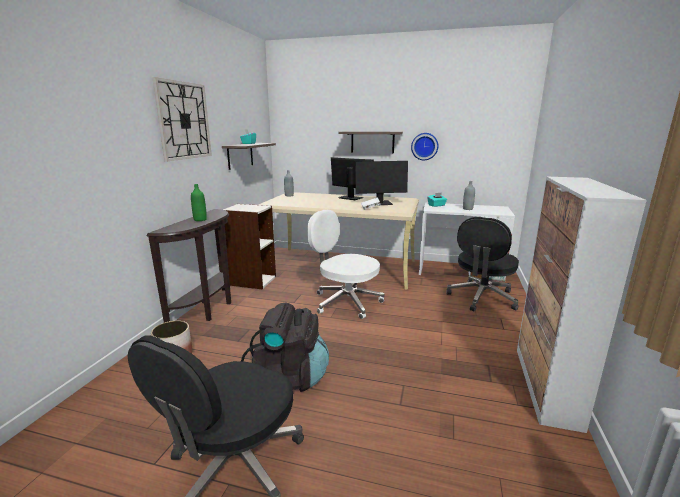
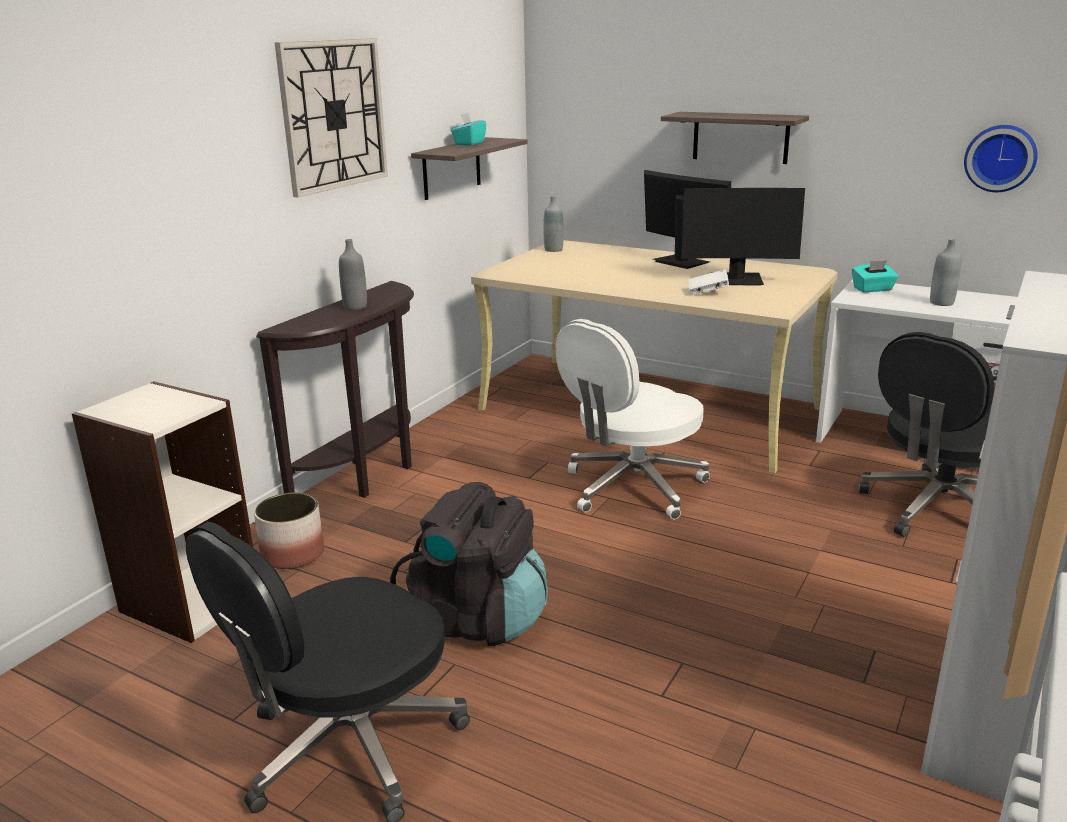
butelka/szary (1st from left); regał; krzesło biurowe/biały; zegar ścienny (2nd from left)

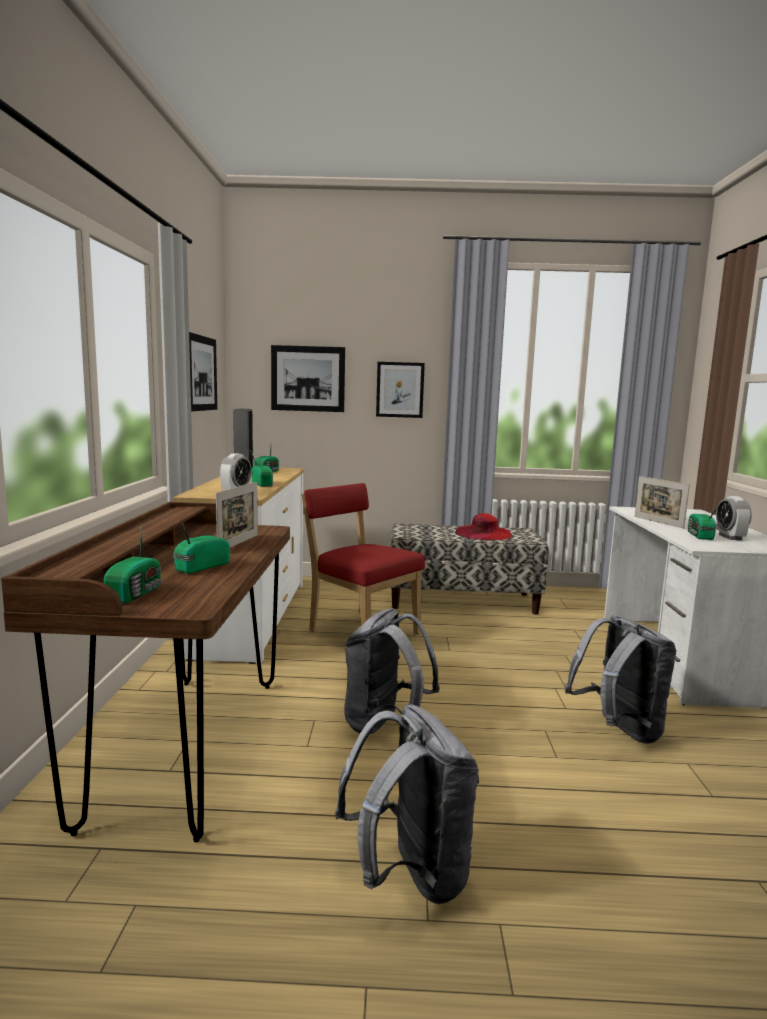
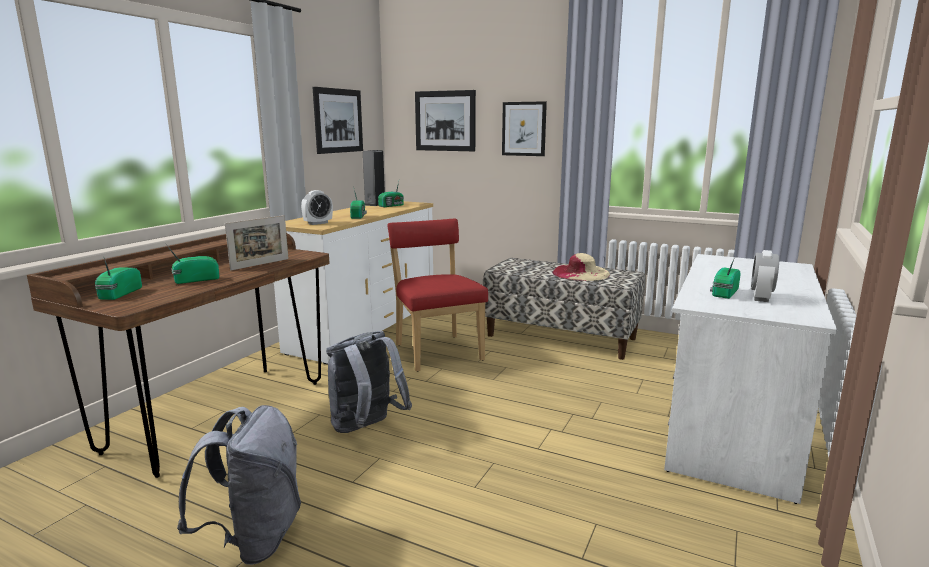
radio (1st from left); kapelusz/beżowy; plecak/szary (3rd from left in the first image); ramka na zdjęcie (2nd from left in the first image)

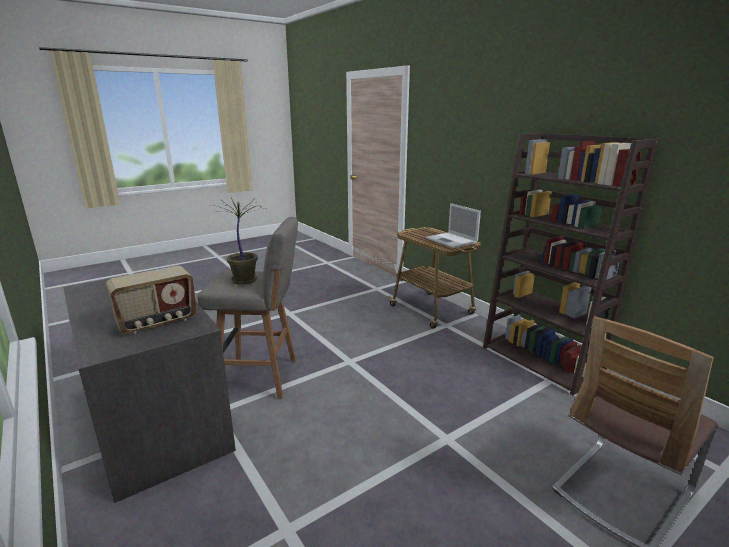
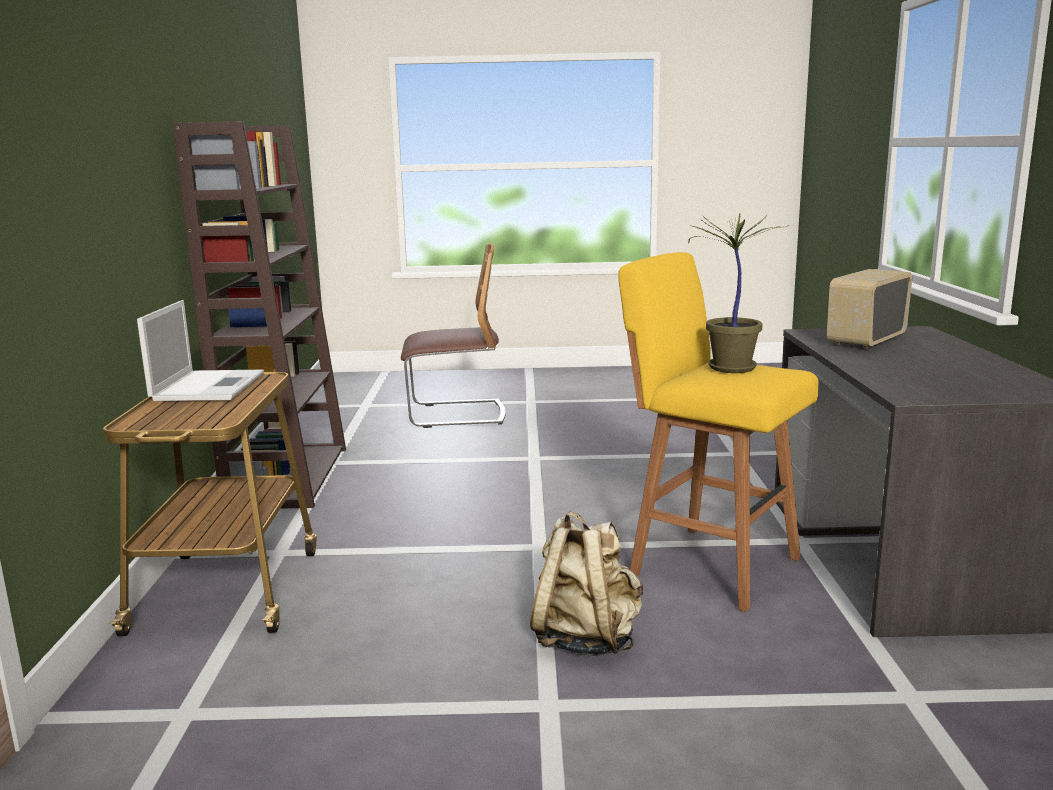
radio; stołek/żółty; plecak/beżowy

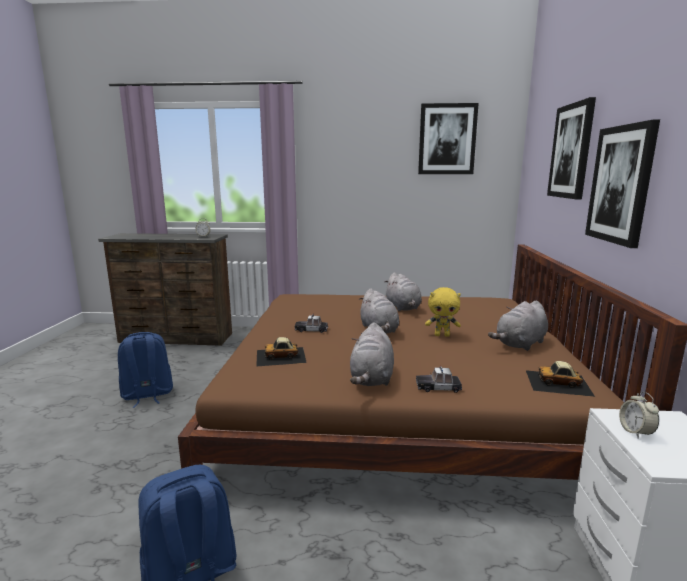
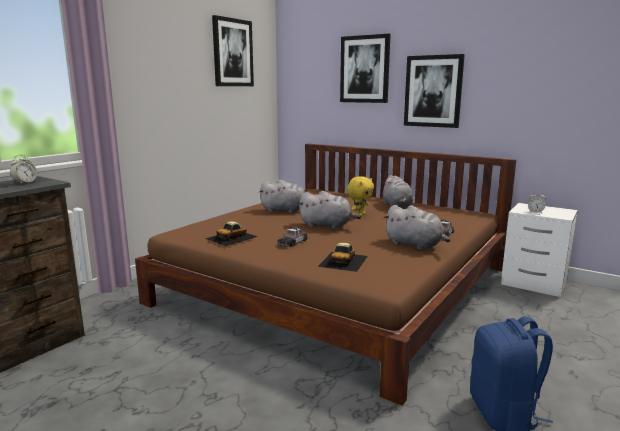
plecak/niebieski (1st from left in the first image); samochodzik (1st from left)

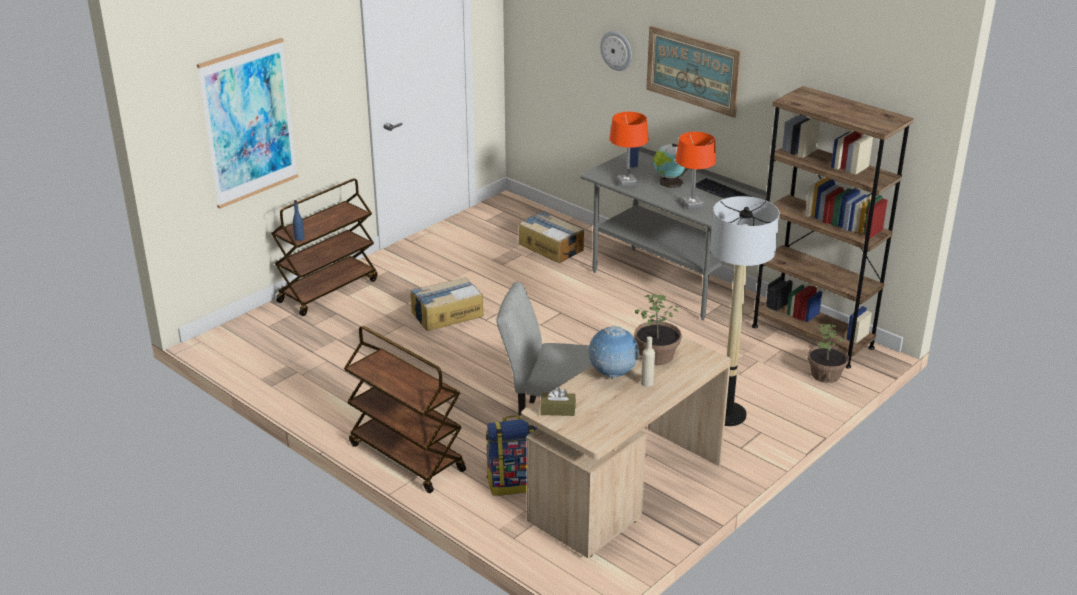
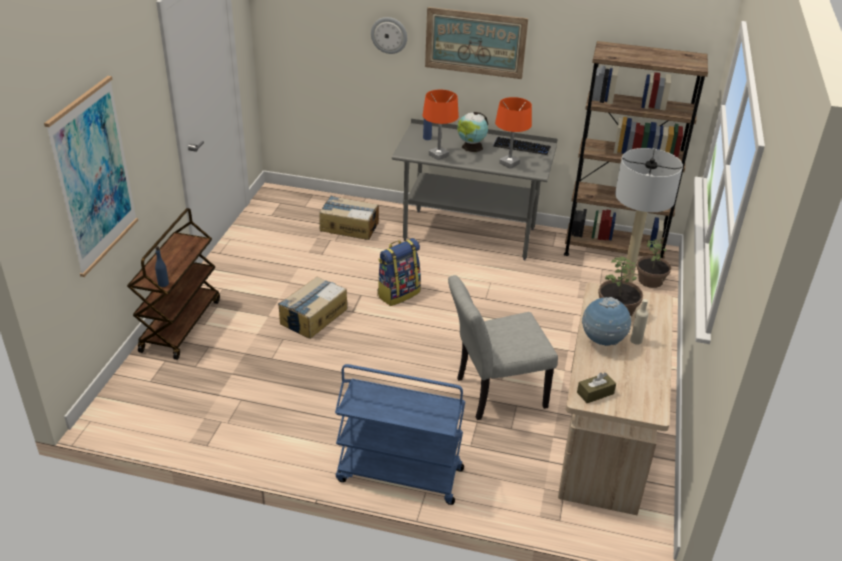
wózek/niebieski; plecak

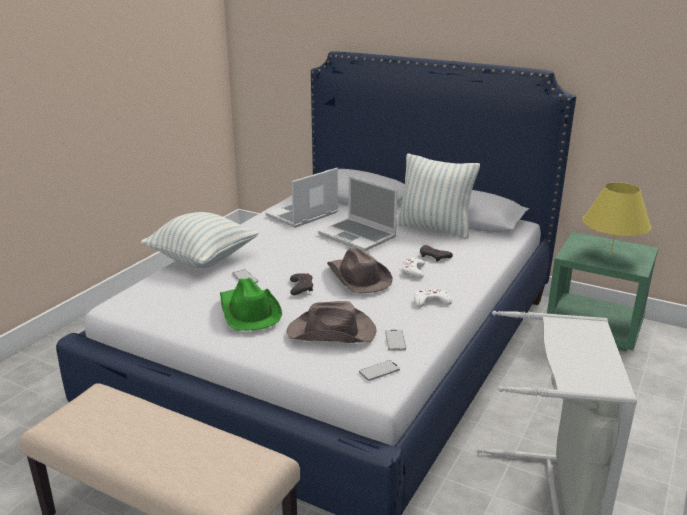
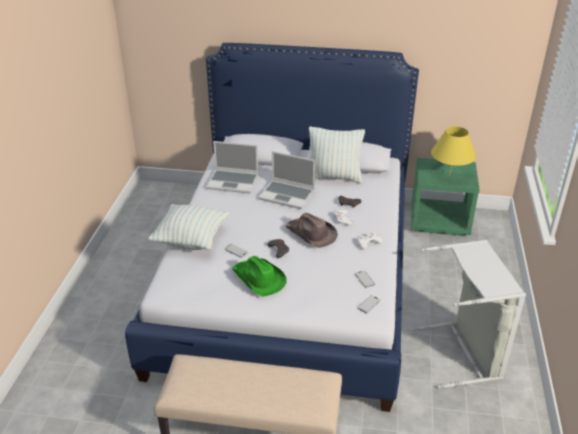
laptop (1st from left); kapelusz/brązowy (1st from left in the first image)

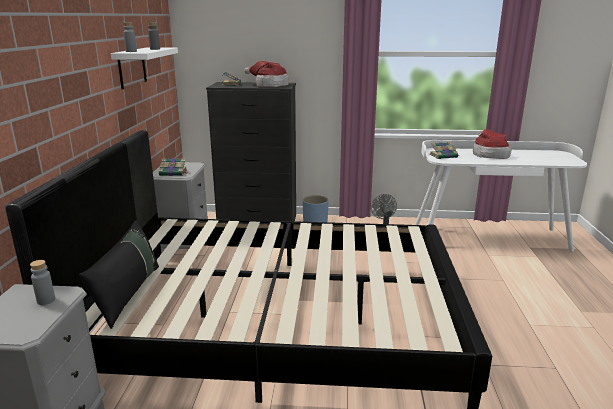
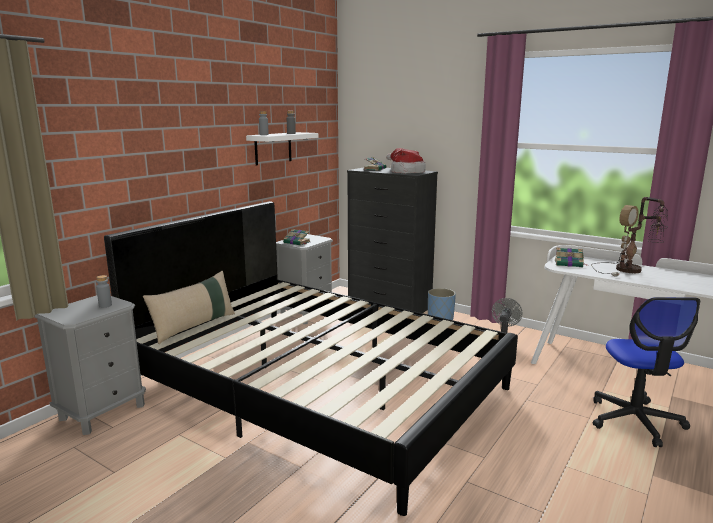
poduszka/beżowy; lampa stołowa; krzesło biurowe

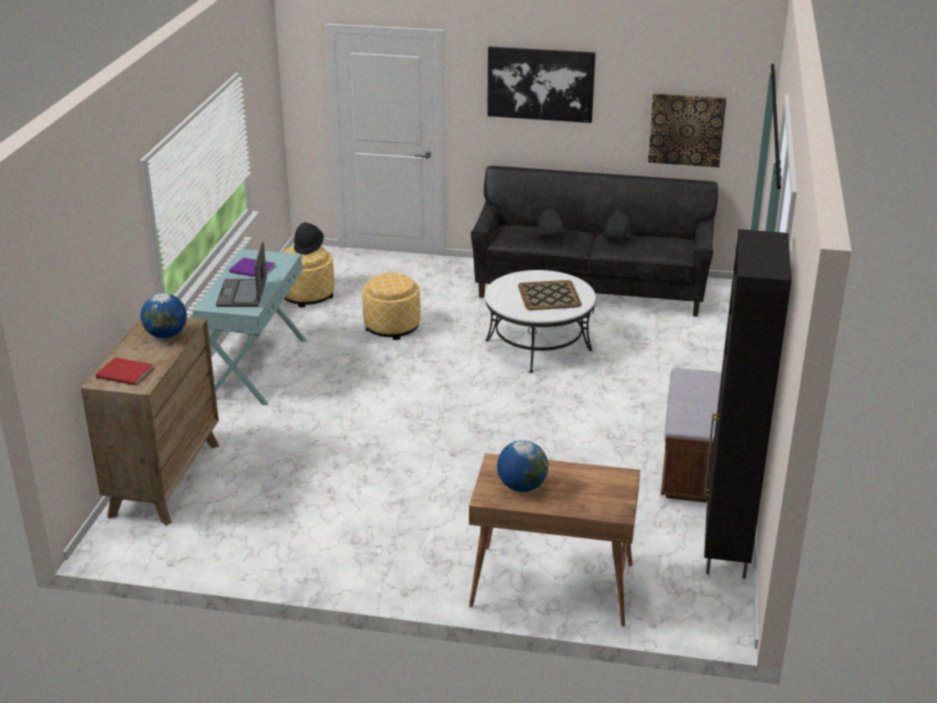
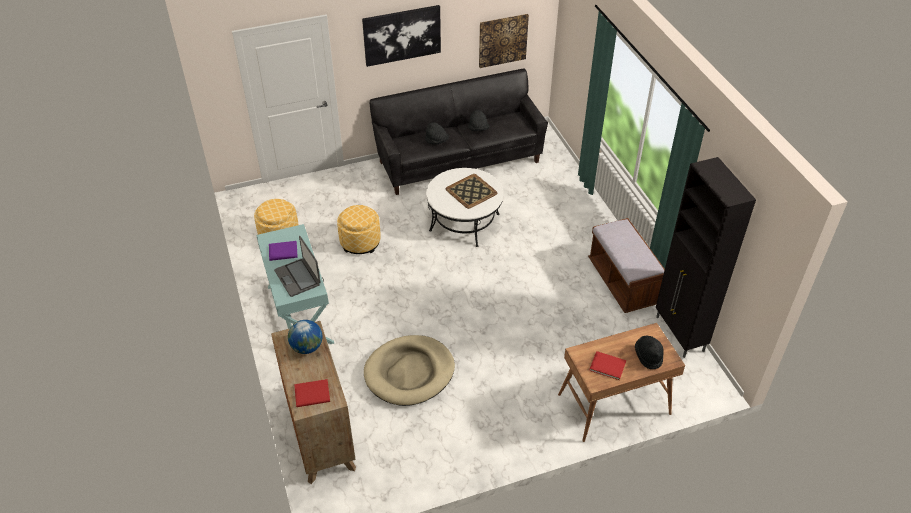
kapelusz/czarny (3rd from left); książka/czerwony (2nd from left); legowisko/beżowy

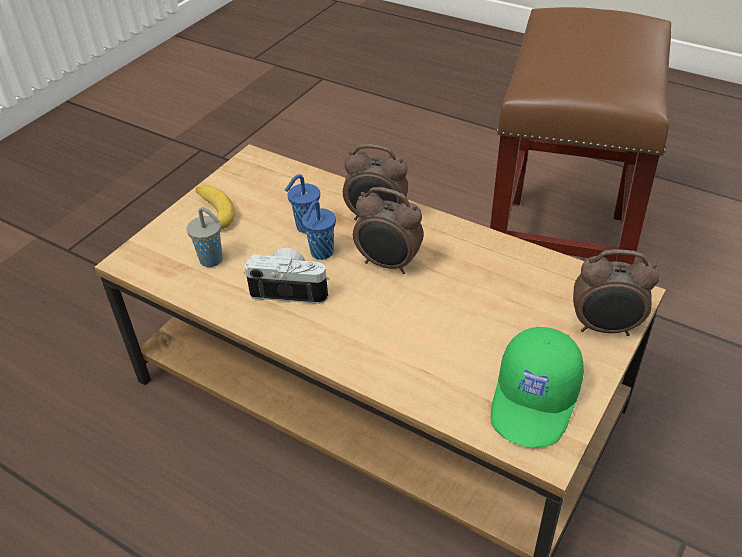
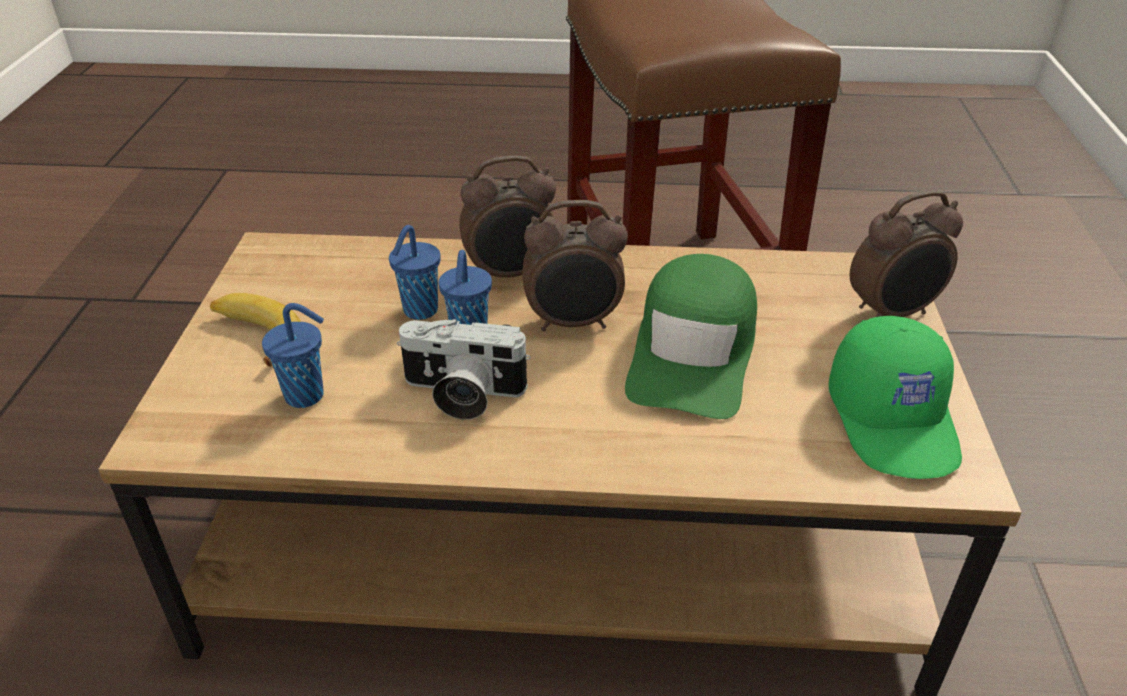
filiżanka/niebieski (1st from left); aparat fotograficzny; czapka z daszkiem/zielony (1st from left)

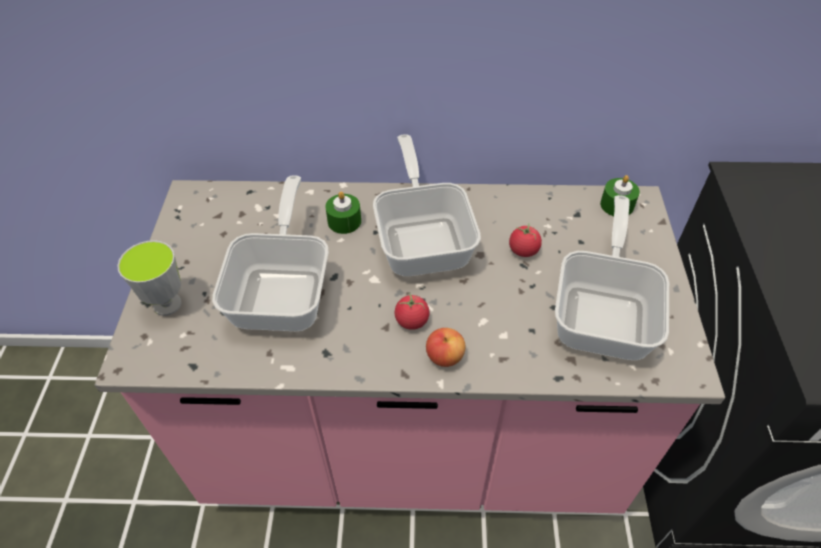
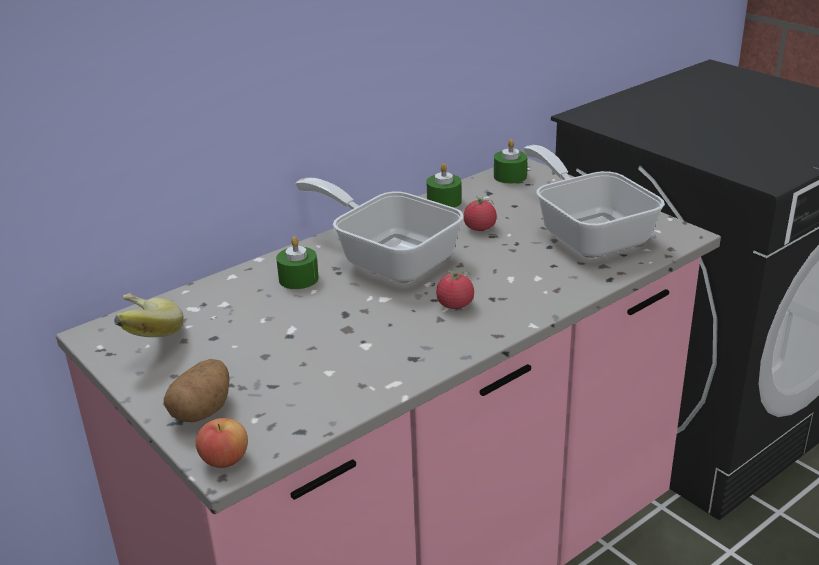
ziemniak; patelnia (1st from left in the first image); jabłko; banan; świeca/zielony (2nd from left)

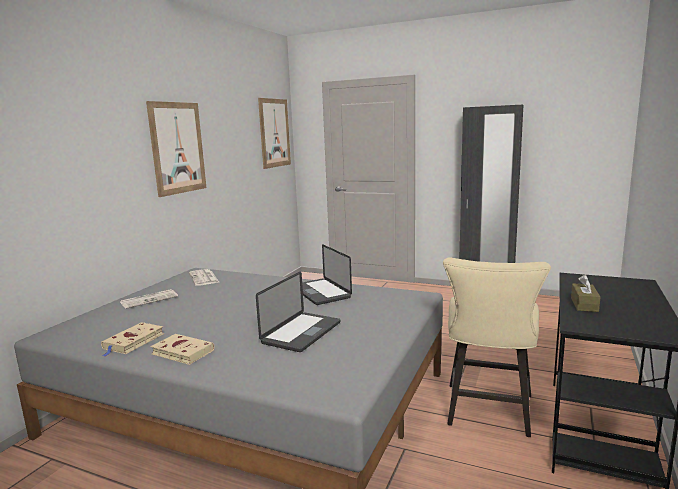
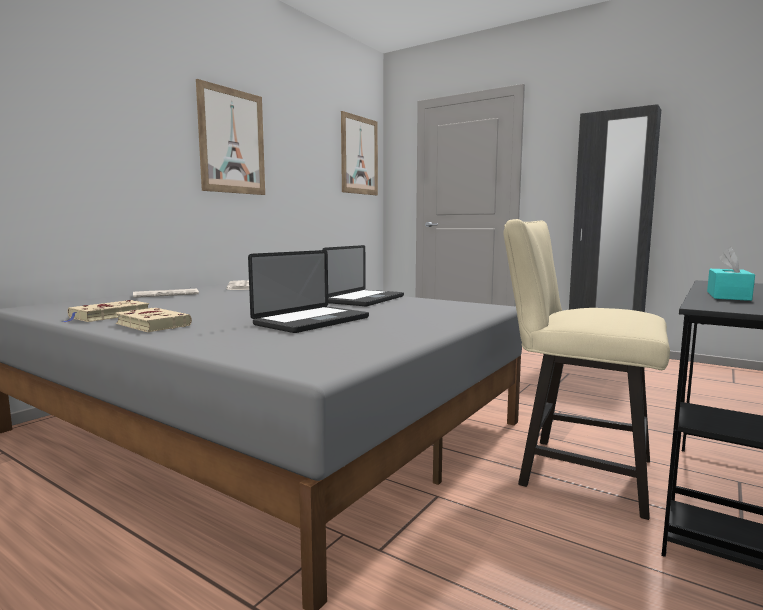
laptop (2nd from left); krzesło/beżowy; pudełko chusteczek/turkusowy

